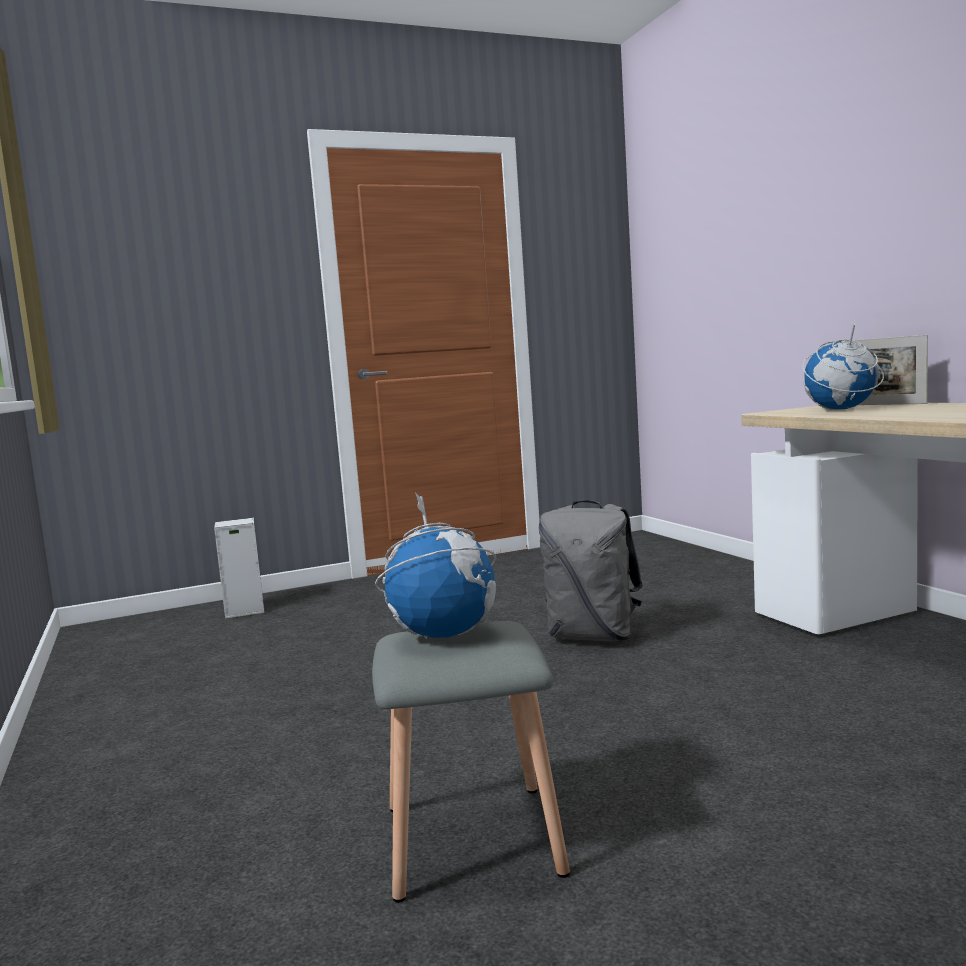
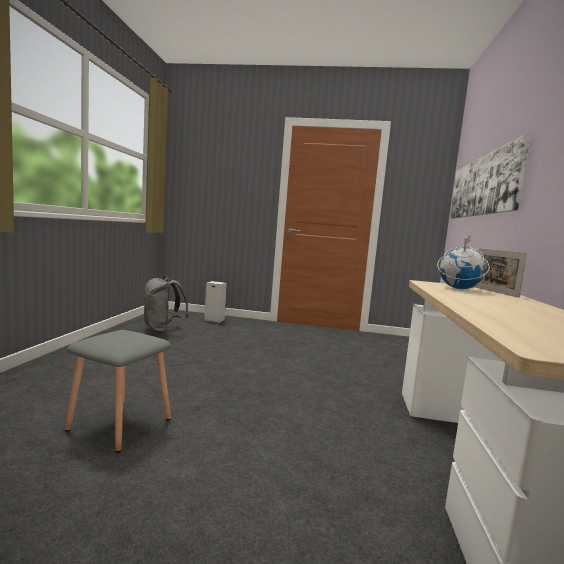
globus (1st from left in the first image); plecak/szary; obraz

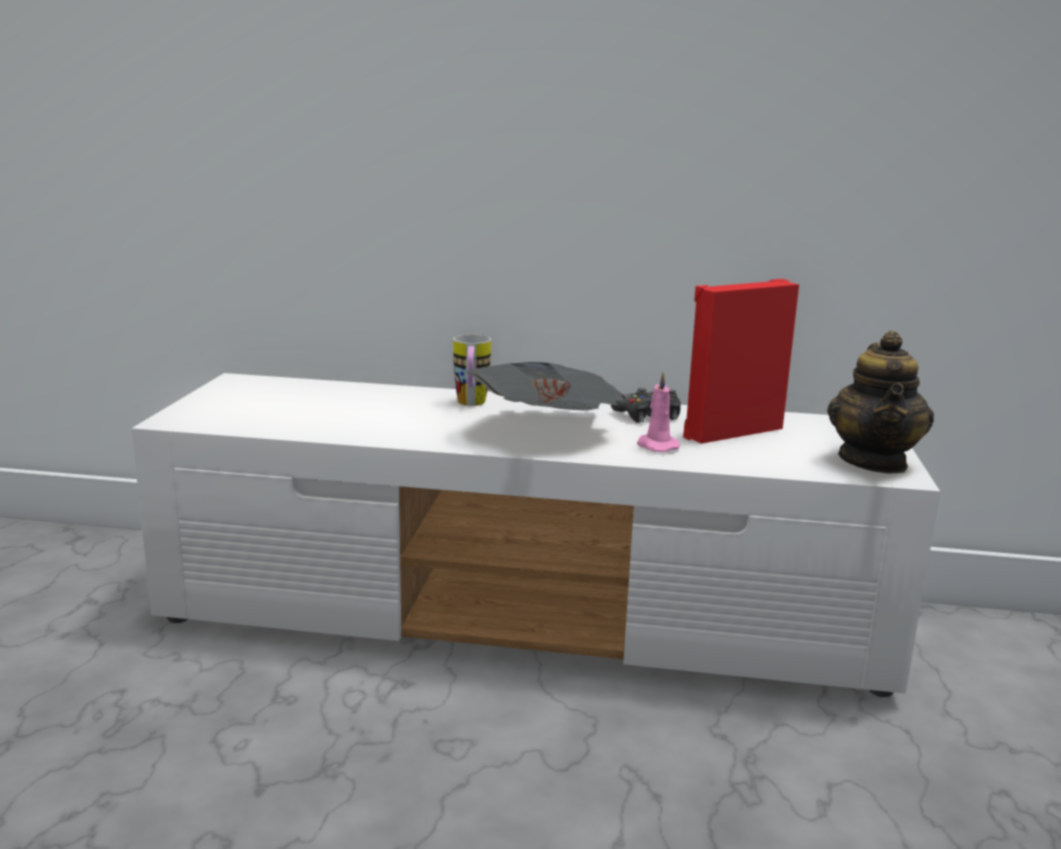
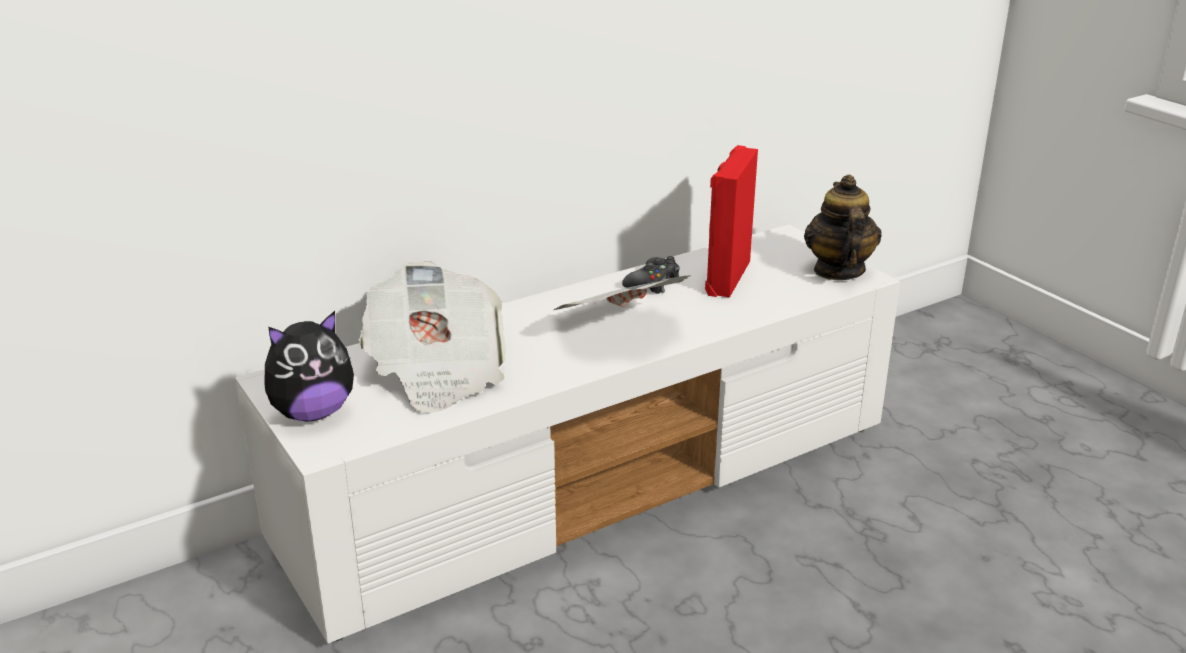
kubek; świeca/różowy; imbryk; pluszak; gazeta (1st from left)

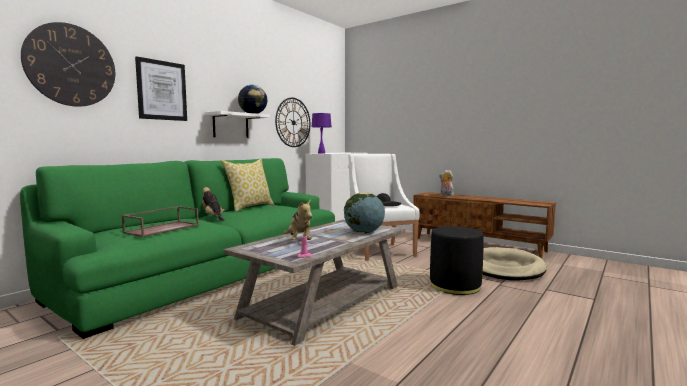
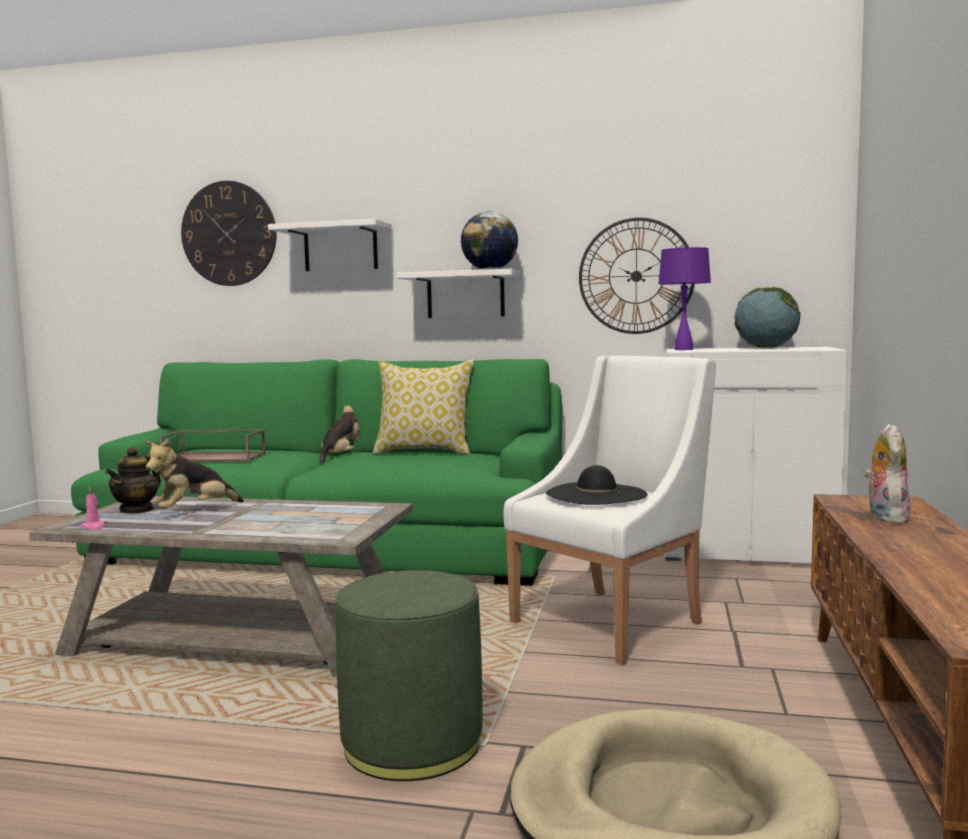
półka/biały (1st from left); globus (2nd from left); pufa/zielony; imbryk

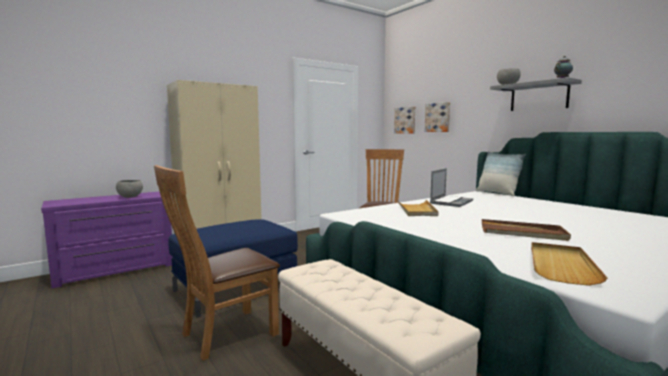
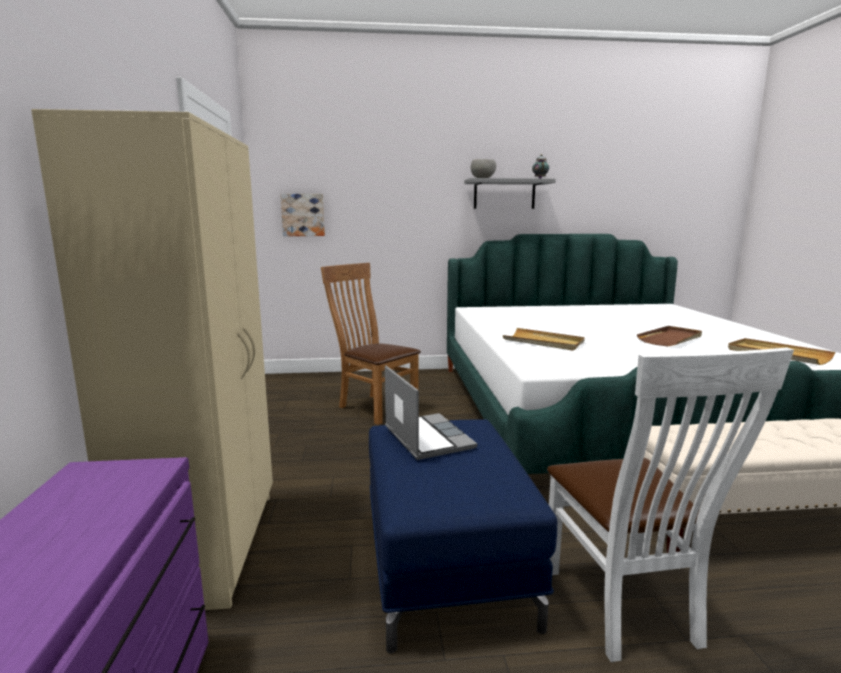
miska/szary (1st from left in the first image); krzesło/biały; obraz (2nd from left in the first image); laptop; poduszka

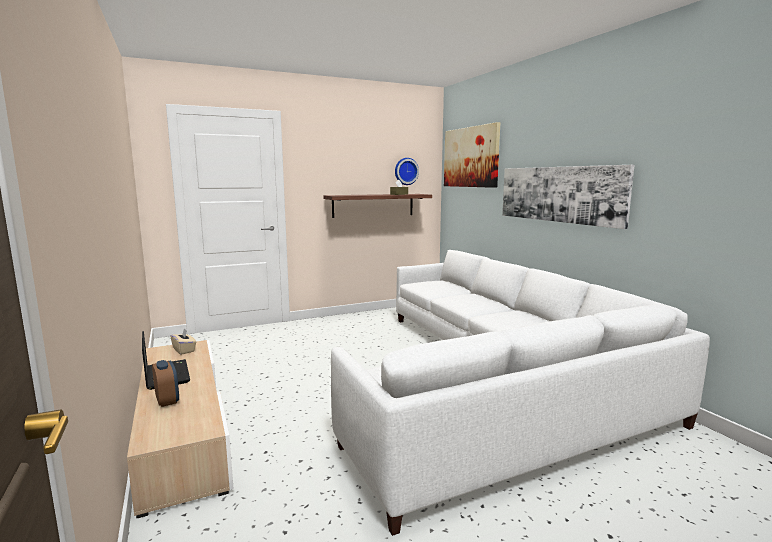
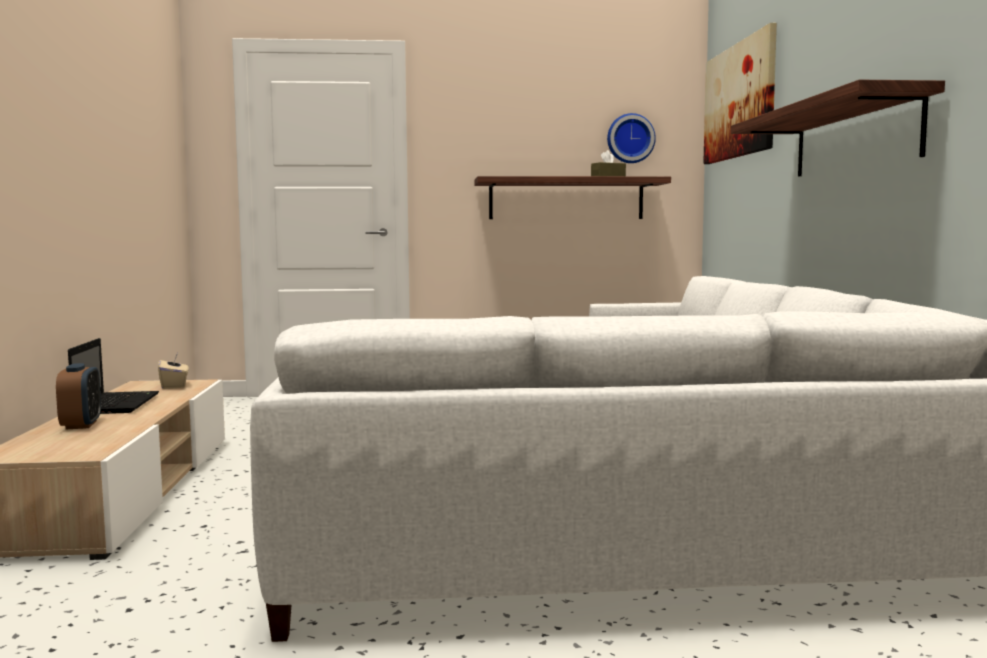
półka (2nd from left)

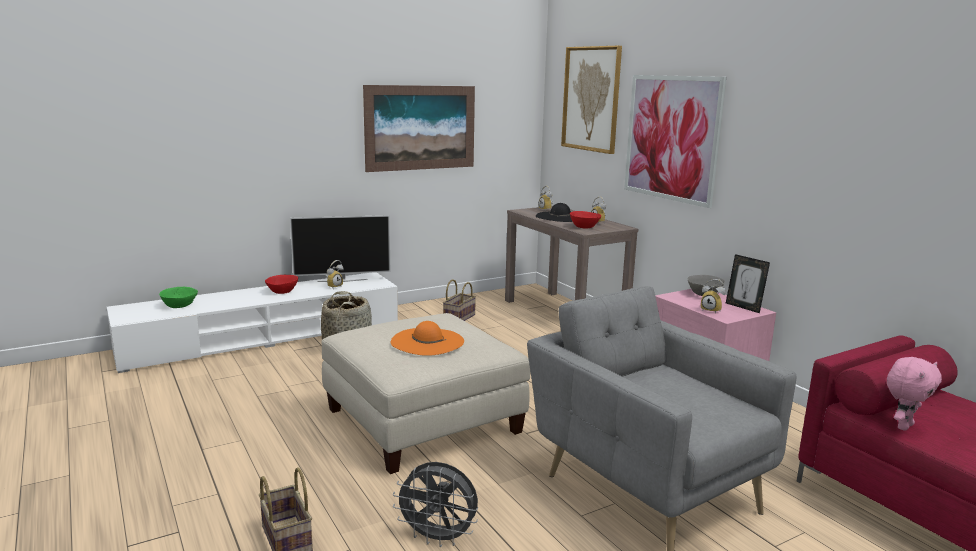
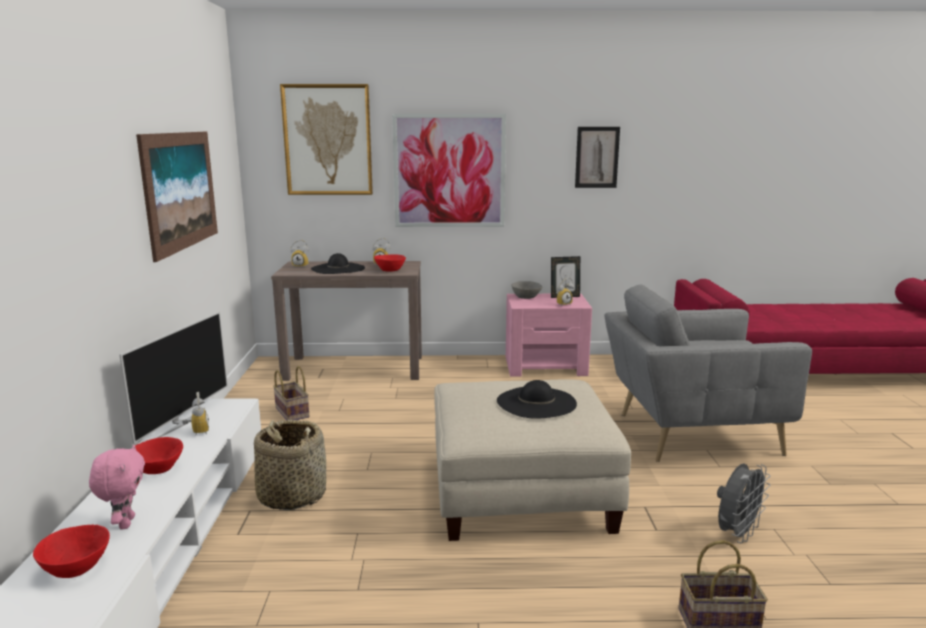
miska/czerwony (1st from left); kapelusz/czarny (2nd from left); pluszak/różowy; obraz (4th from left)

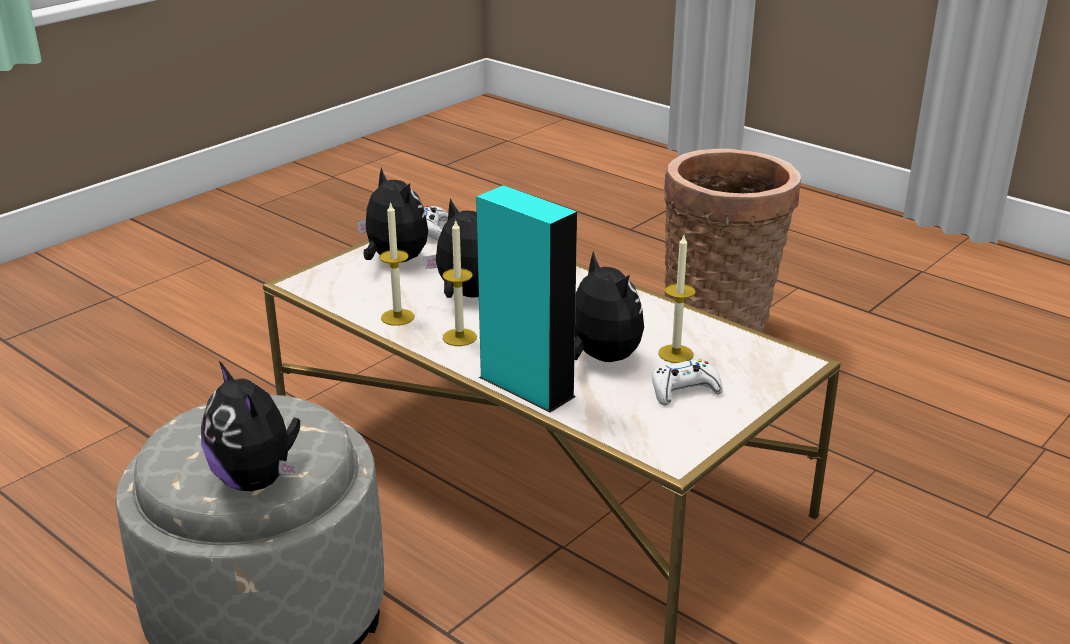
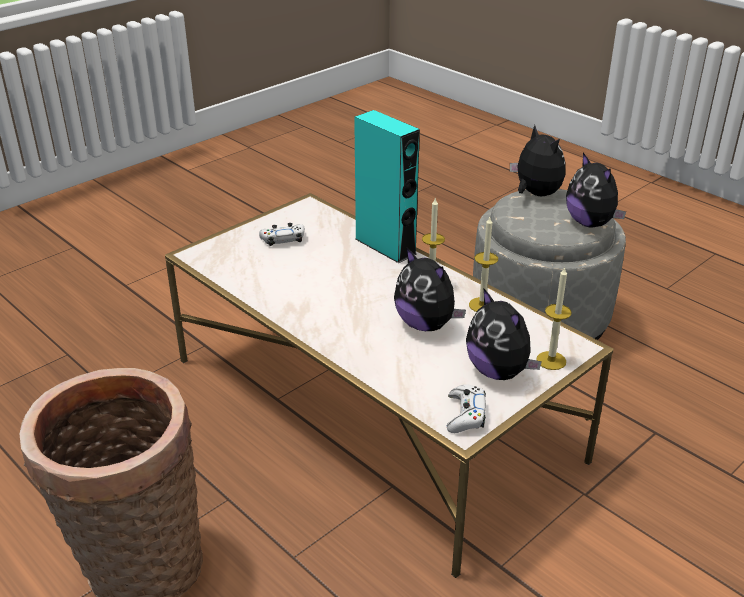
pluszak (4th from left); świeca (3rd from left)

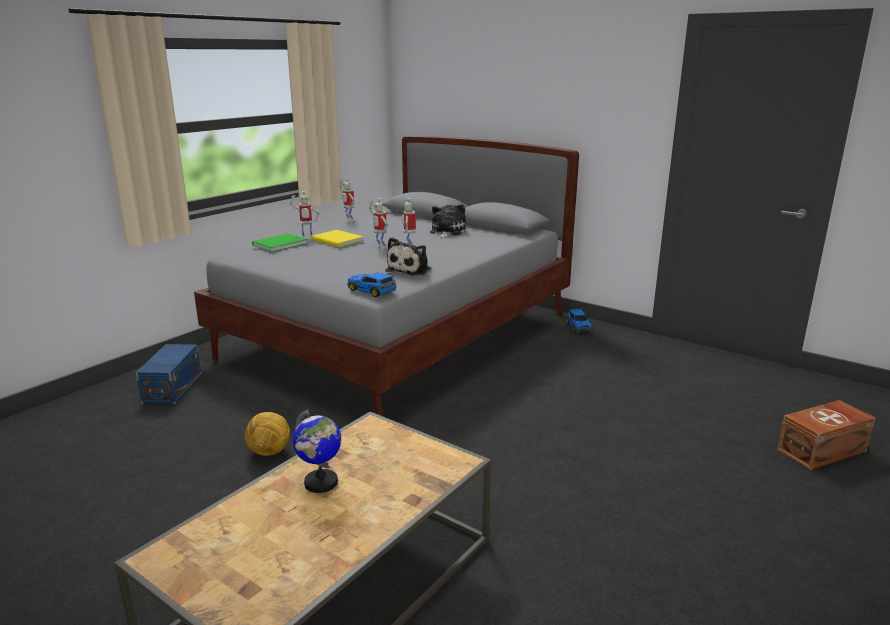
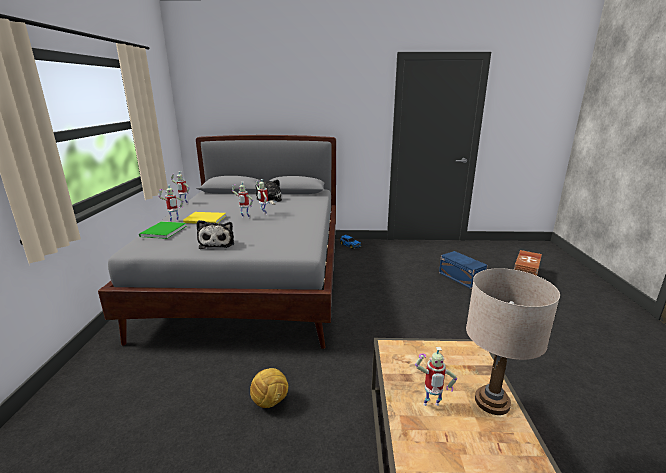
pojemnik do przechowywania/niebieski; robot zabawkowy (5th from left); samochodzik (1st from left in the first image); pluszak (1st from left); lampa stołowa/beżowy

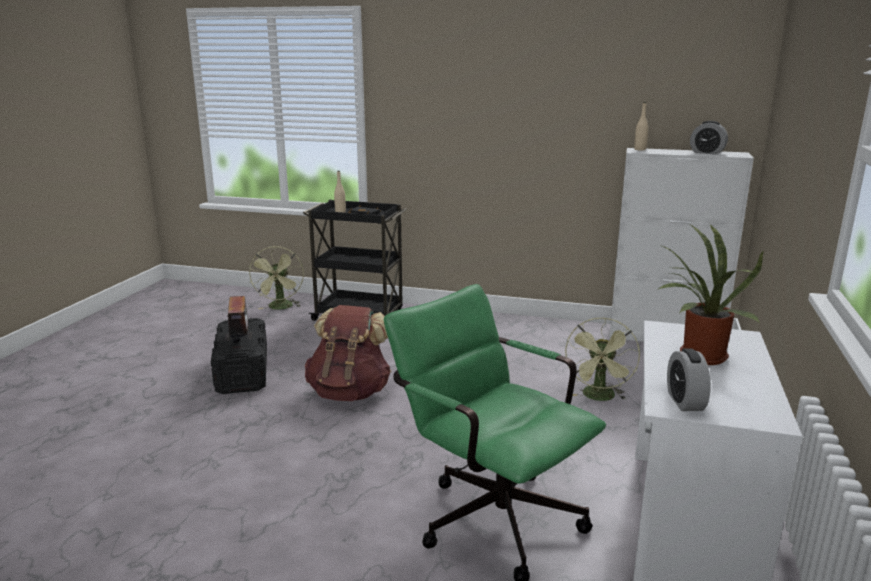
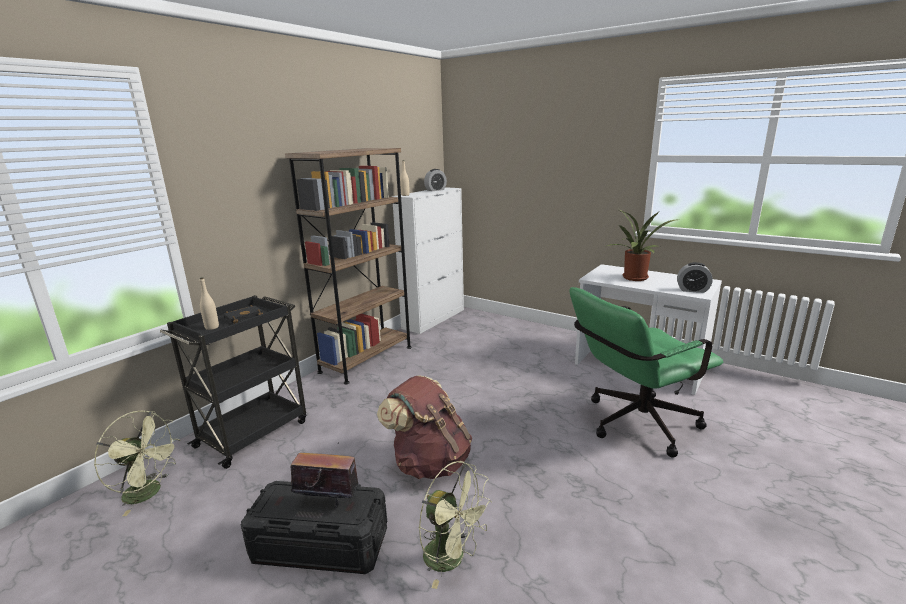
wentylator/zielony (2nd from left); regał/brązowy

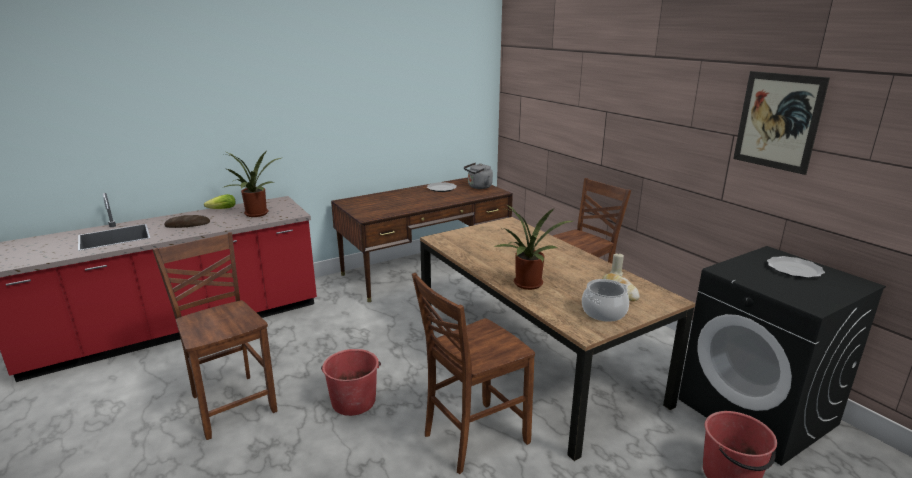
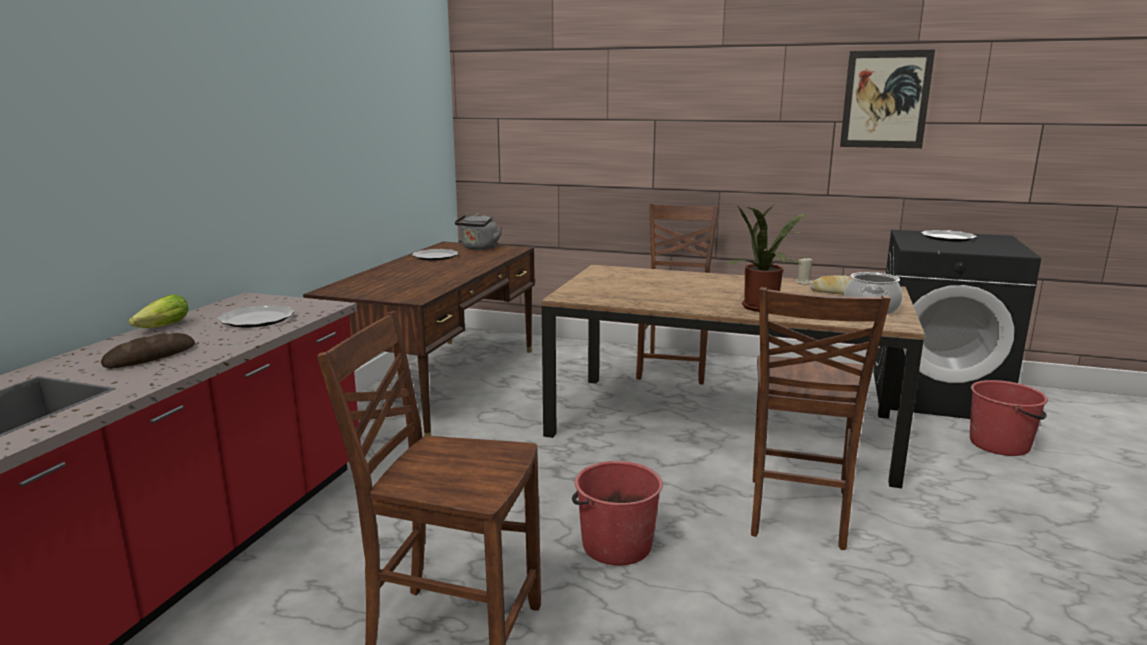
talerz (1st from left)

